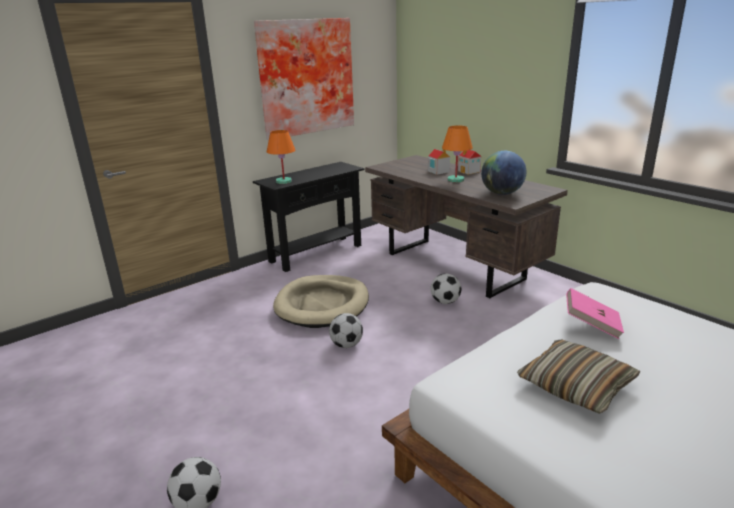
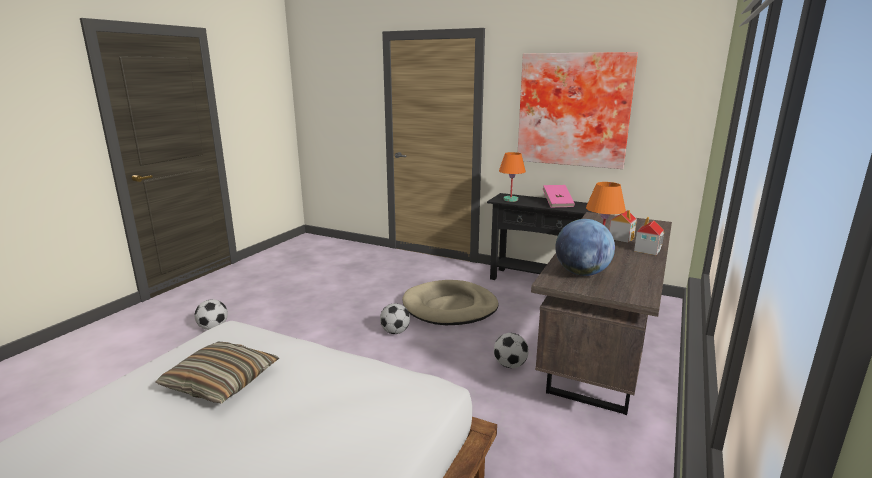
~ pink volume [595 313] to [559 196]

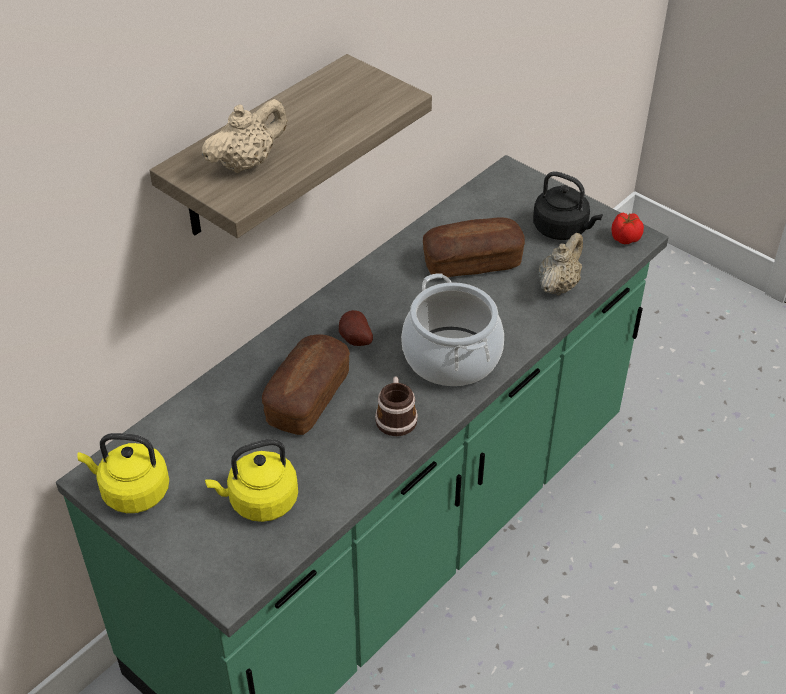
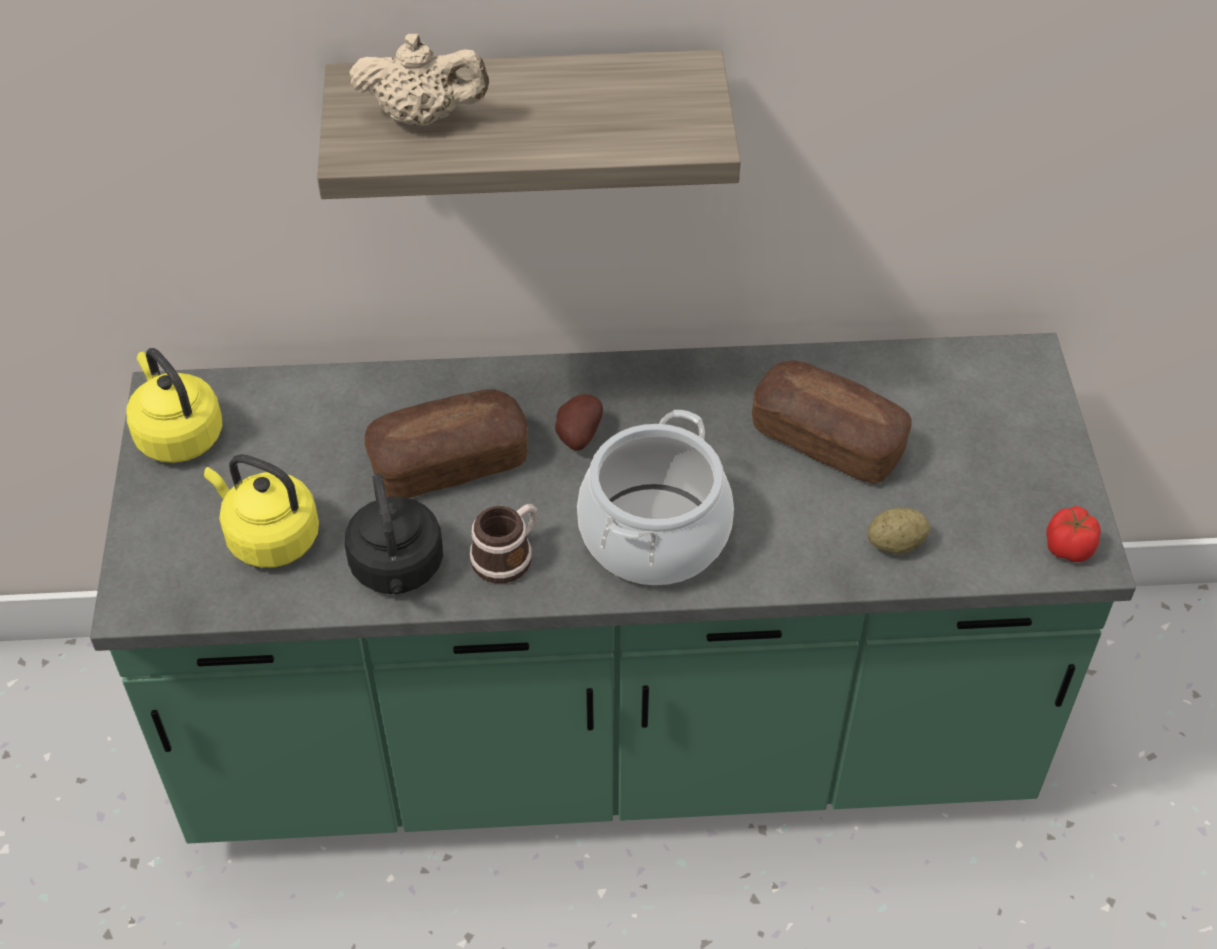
~ black-coloured tea kettle [568 205] to [394 533]
~ beige tea pot [560 264] to spud [899 530]

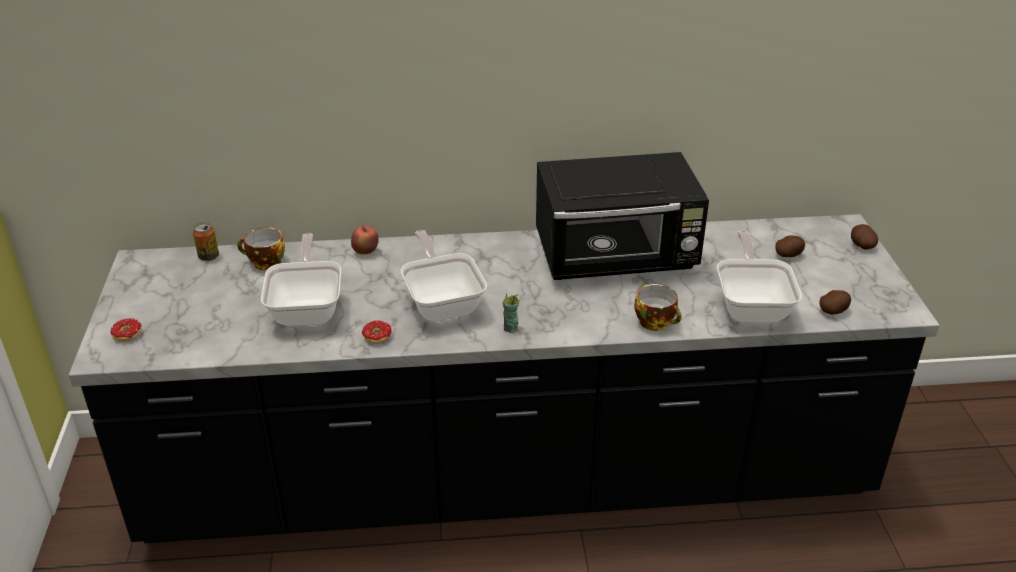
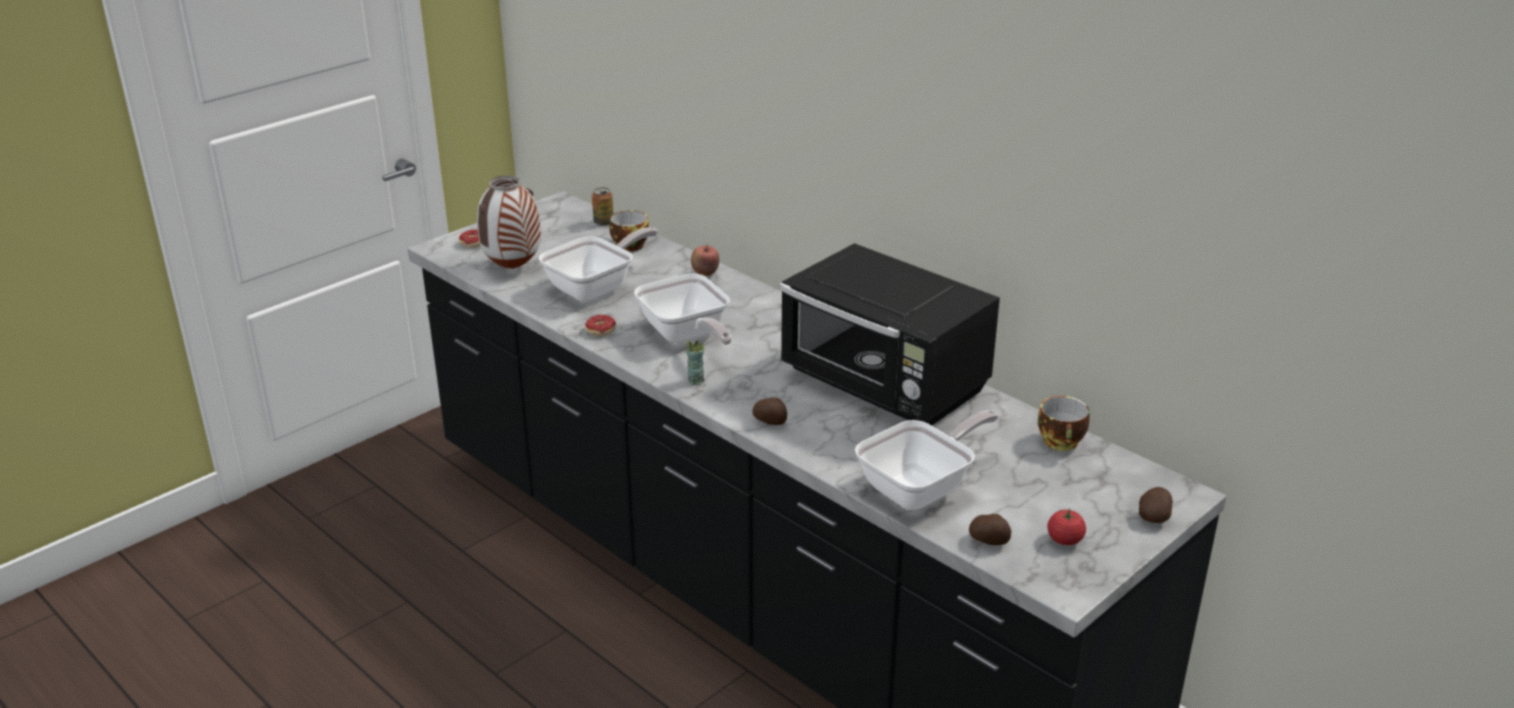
+ vase [509 222]
~ pan [444 276] = [683 309] 120 degrees clockwise
~ spud [790 246] to [769 411]
~ small cup [658 307] to [1064 423]
+ whole tomato [1066 526]

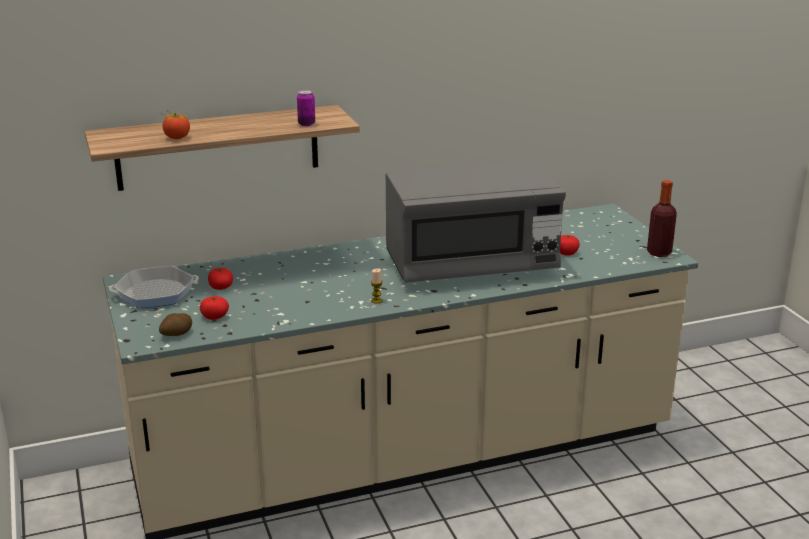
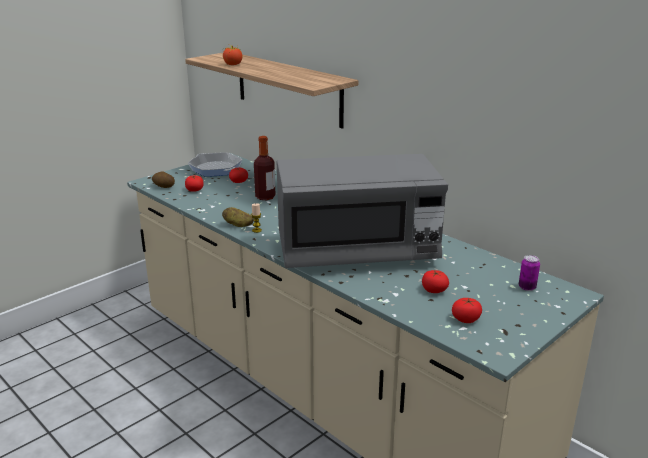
+ spud [238 217]
~ bottle [662 218] to [265 168]
~ greyish microwave oven [476 222] = [362 211] 60 degrees counterclockwise
+ whole tomato [467 310]
~ metal can [306 108] to [529 273]

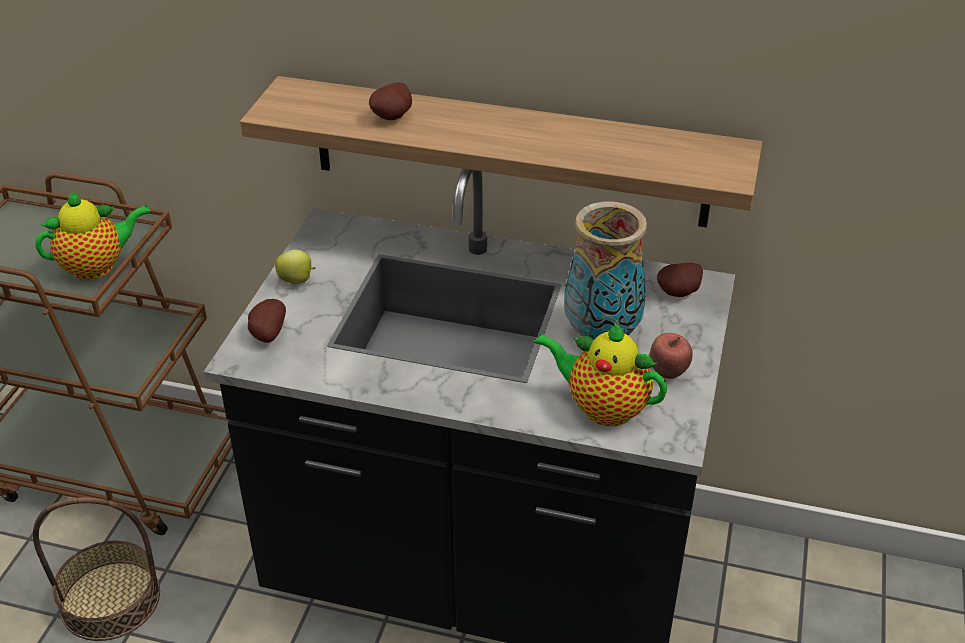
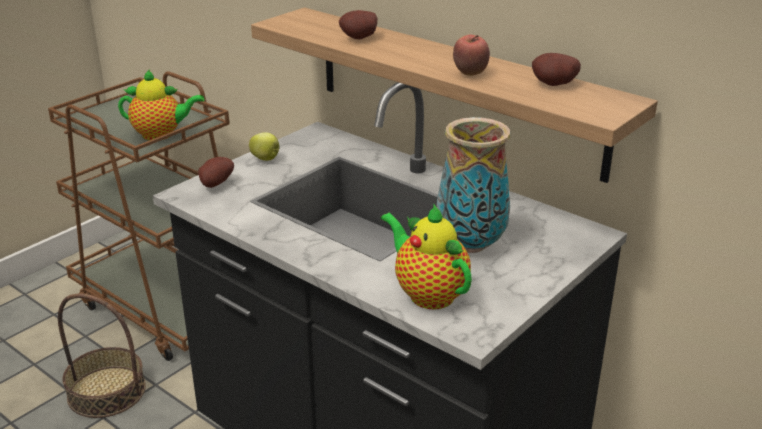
~ whole apple [670 356] to [471 55]
~ spud [680 280] to [556 69]

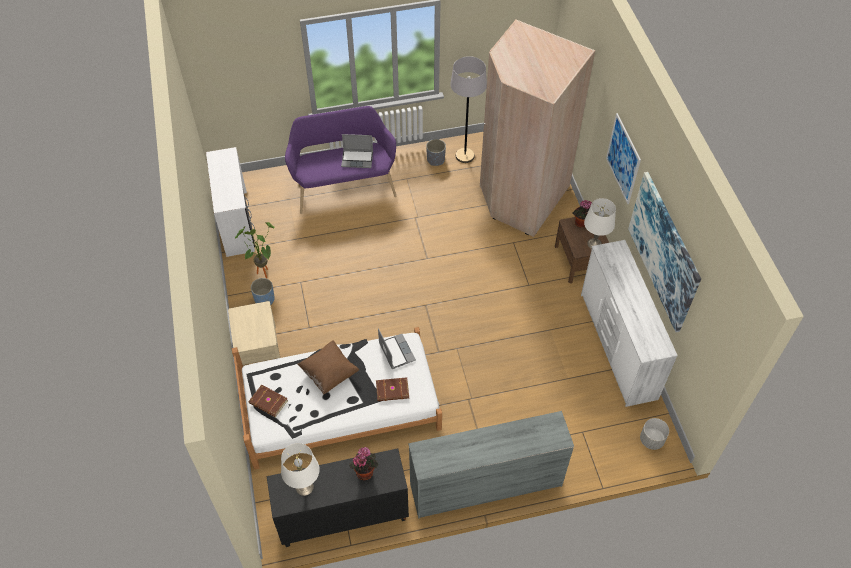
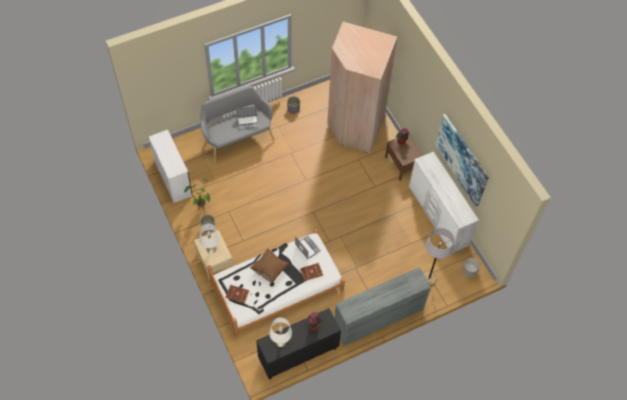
~ white-coloured tabletop lamp [600 223] to [209 239]
~ purple long seat [341 160] to greyish long seat [237 125]
~ greyish standing lamp [468 109] to [439 257]
- wall picture [623 158]

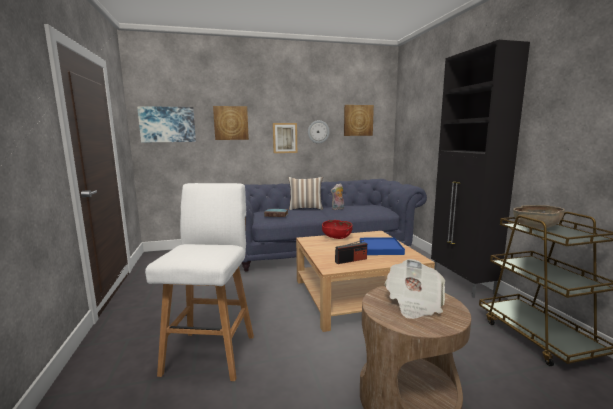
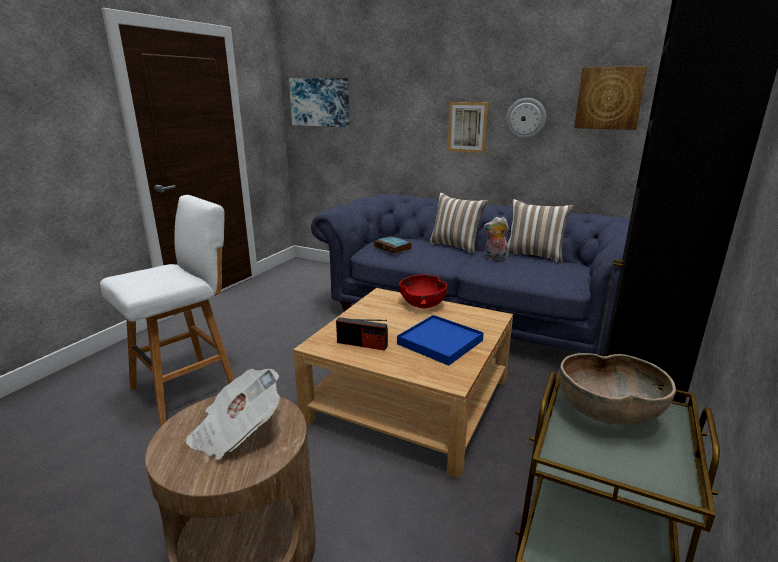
+ cushion [540 231]
- wall picture [231 123]

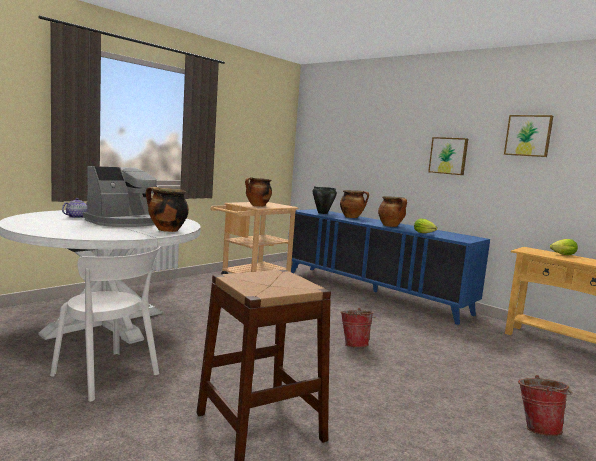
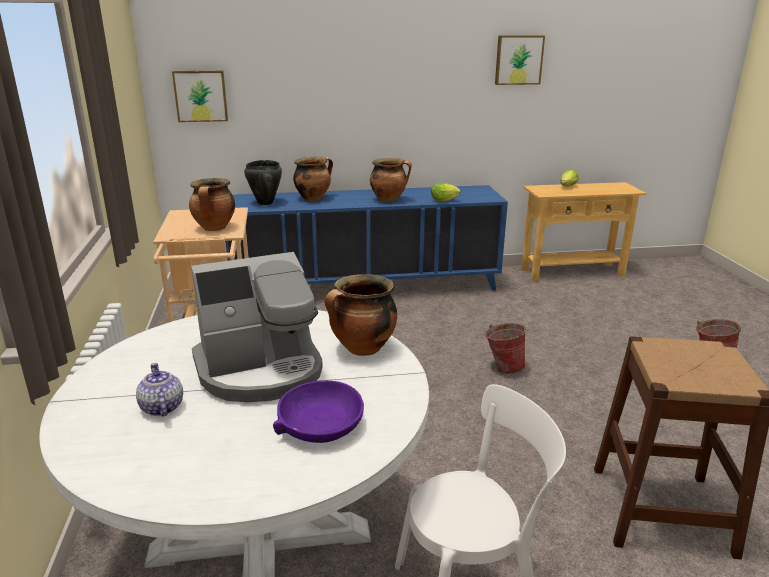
~ wall picture [448 156] to [200 96]
~ coffee machine [120 196] = [257 327] 75 degrees clockwise
+ purple serving bowl [318 412]

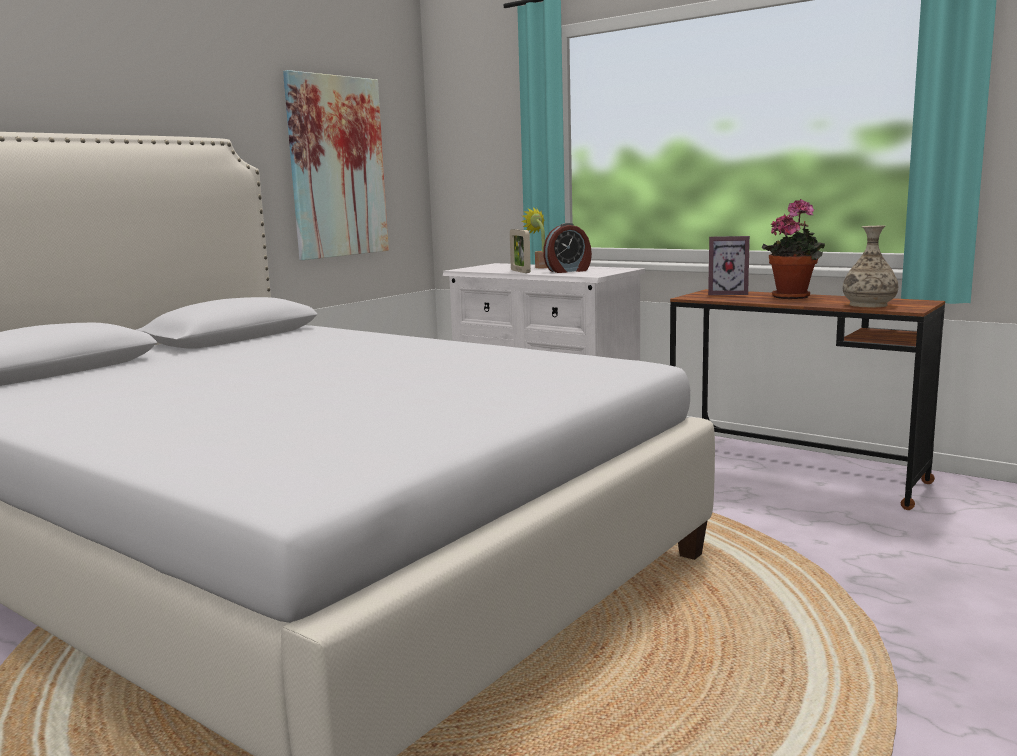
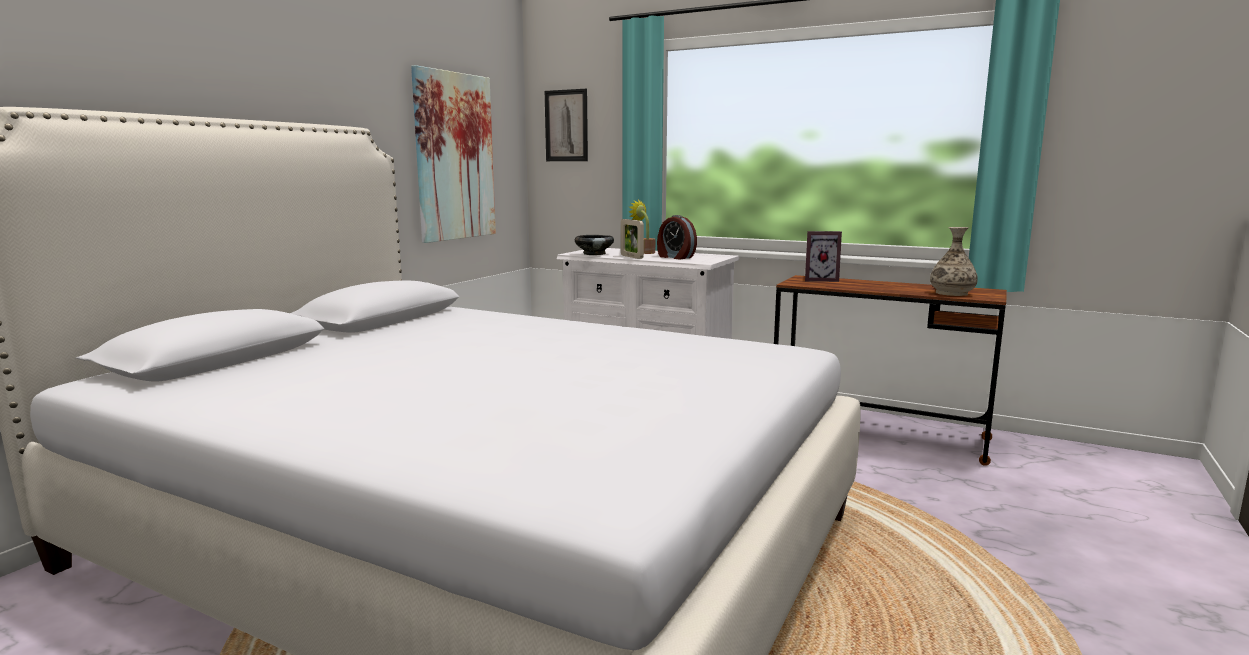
+ wall picture [566 125]
+ black-coloured serving bowl [594 245]
~ alarm clock [567 248] = [677 237] 75 degrees clockwise
- houseplant [793 249]

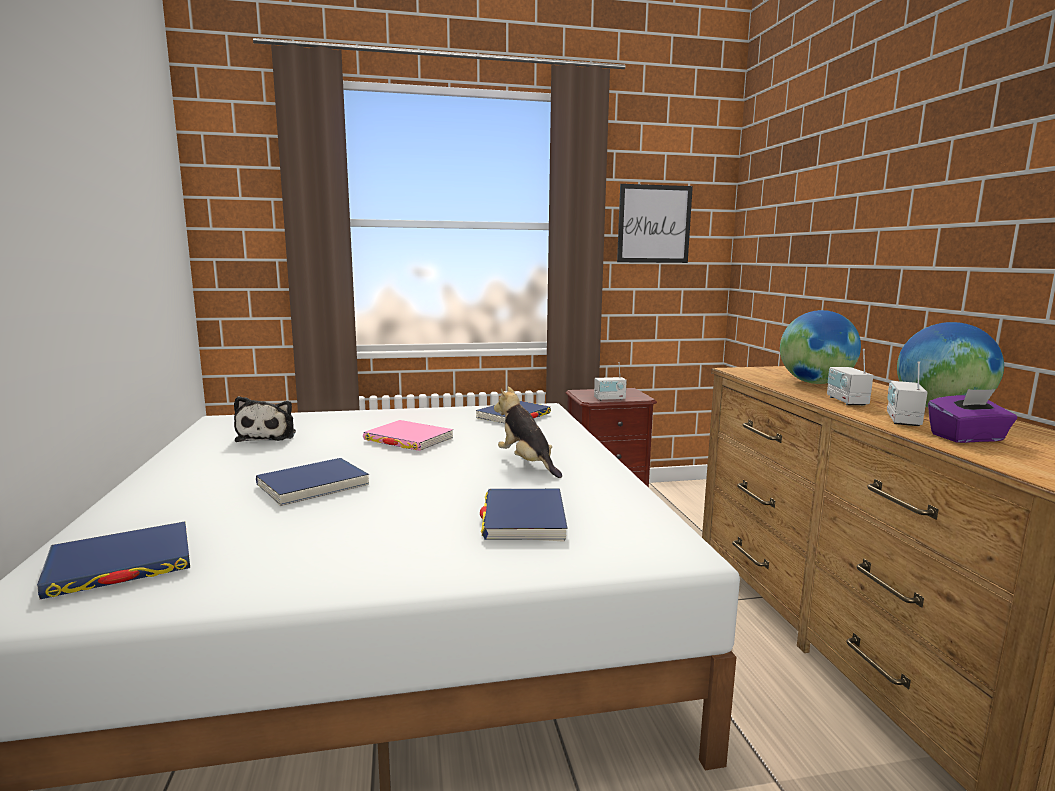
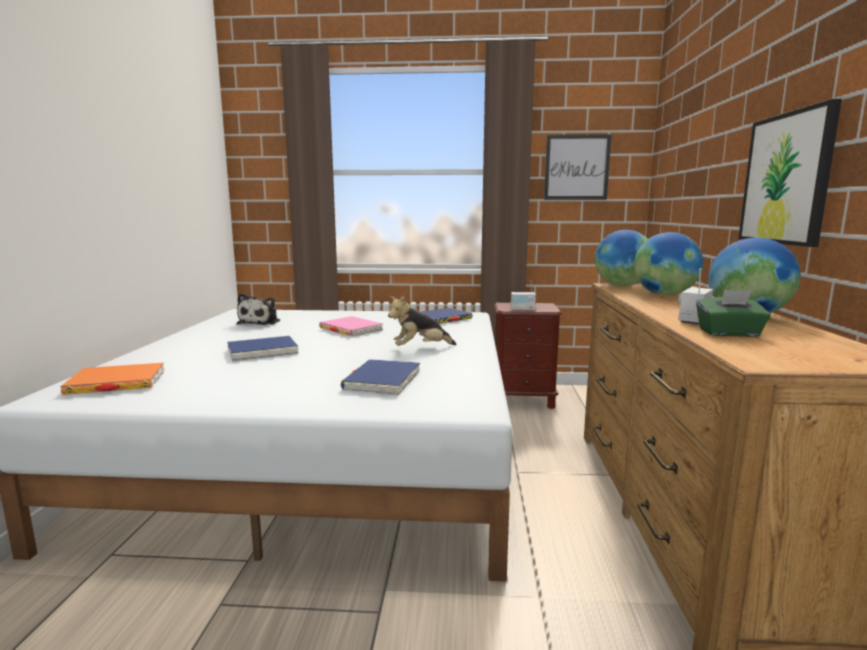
~ bluish volume [113 560] to orange volume [112 379]
~ soft toy [528 432] = [422 321] 90 degrees counterclockwise
+ globe [621 258]
~ purple tissue holder [972 416] to green-coloured tissue holder [733 313]
+ wall picture [790 173]
- radio receiver [850 377]

